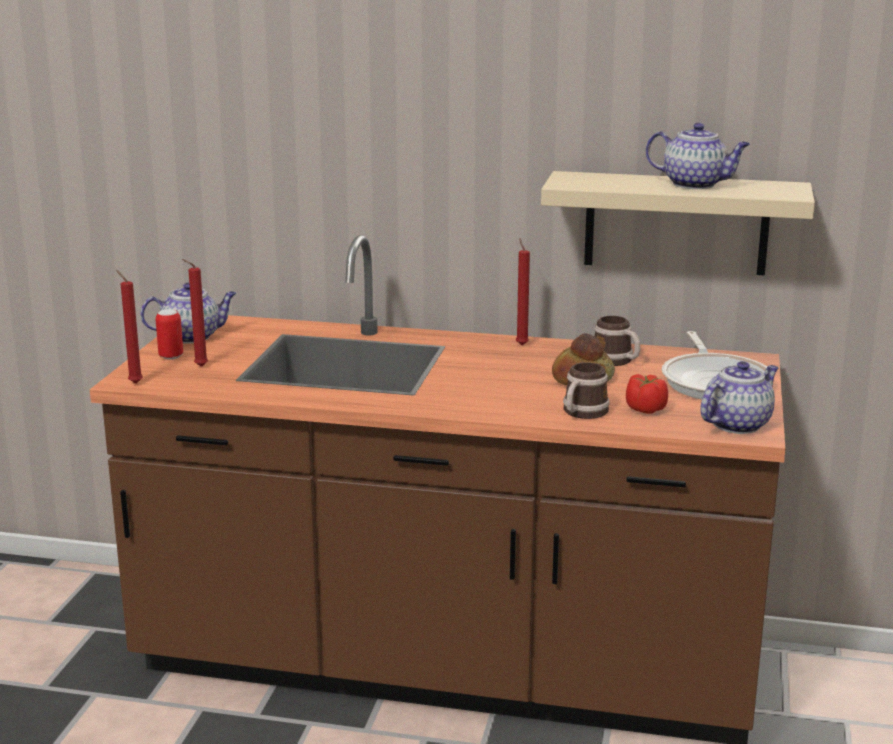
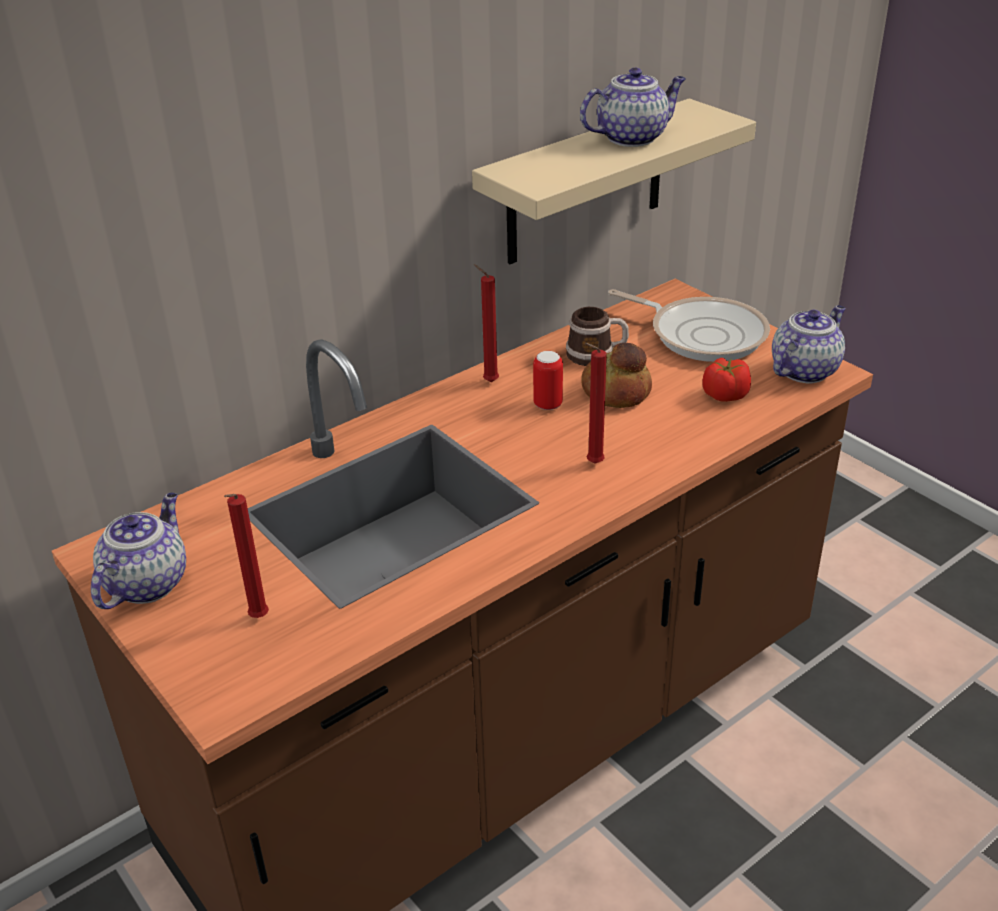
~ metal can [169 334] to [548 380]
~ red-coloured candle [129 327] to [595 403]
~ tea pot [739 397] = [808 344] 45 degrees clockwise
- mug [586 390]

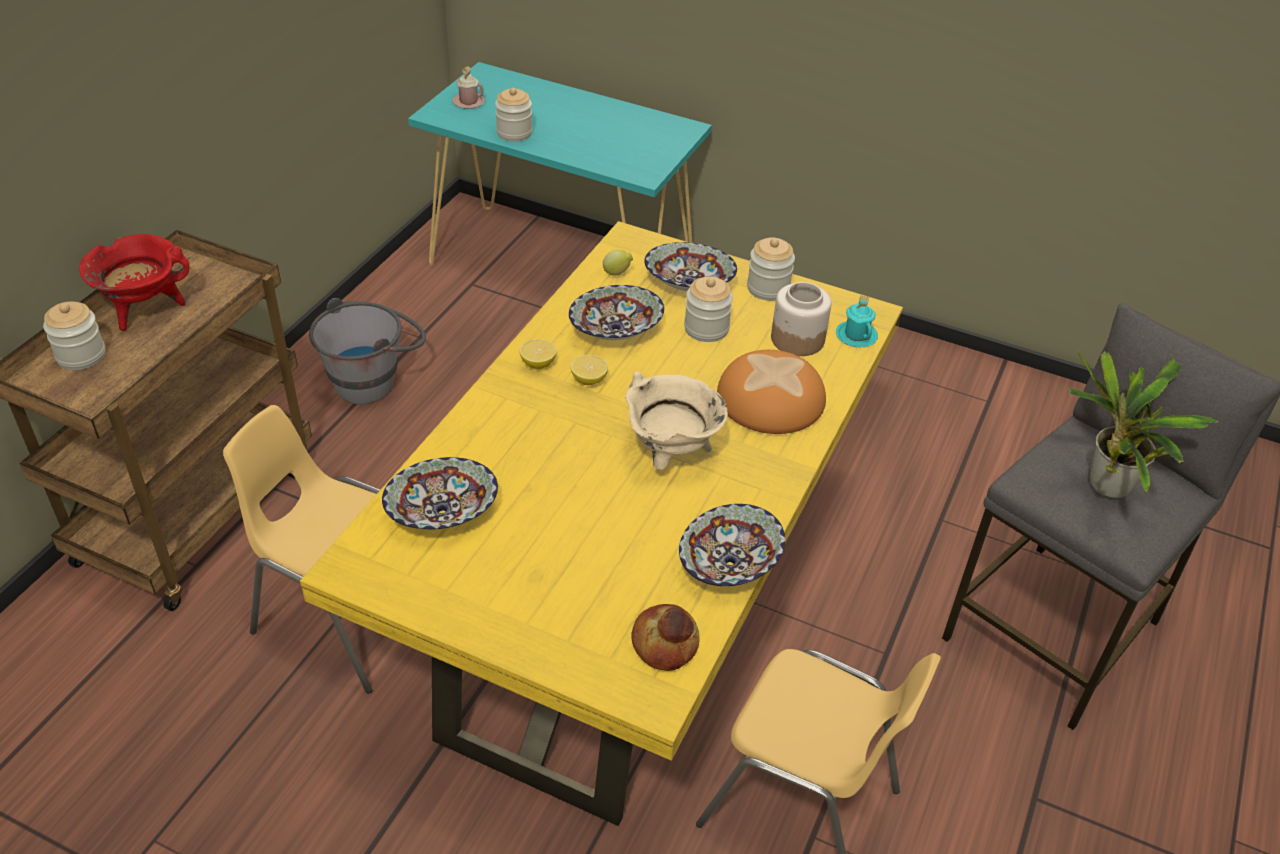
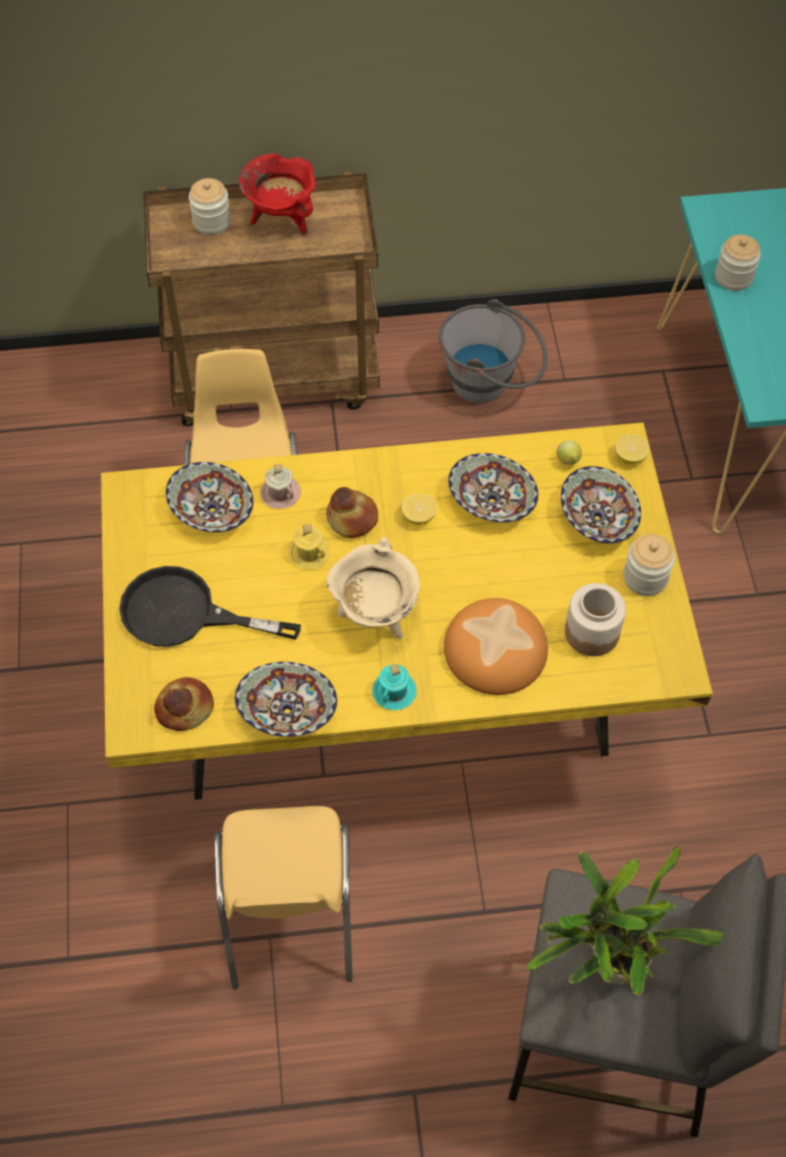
+ black-coloured pan [210 606]
~ pink mug [468 87] to [280 486]
+ yellowish mug [309 546]
+ baked bread [352 512]
~ blue-green mug [857 321] to [394 687]
~ lemon [538 354] to [632 449]
- jar [708 309]

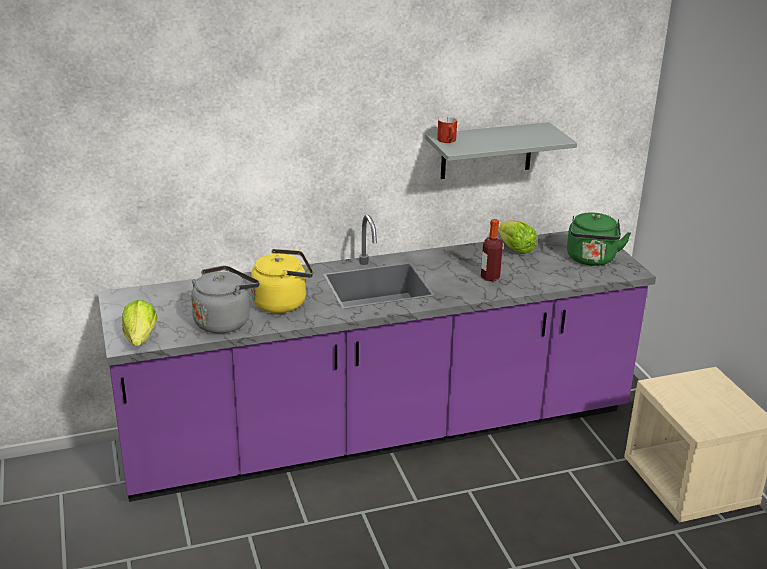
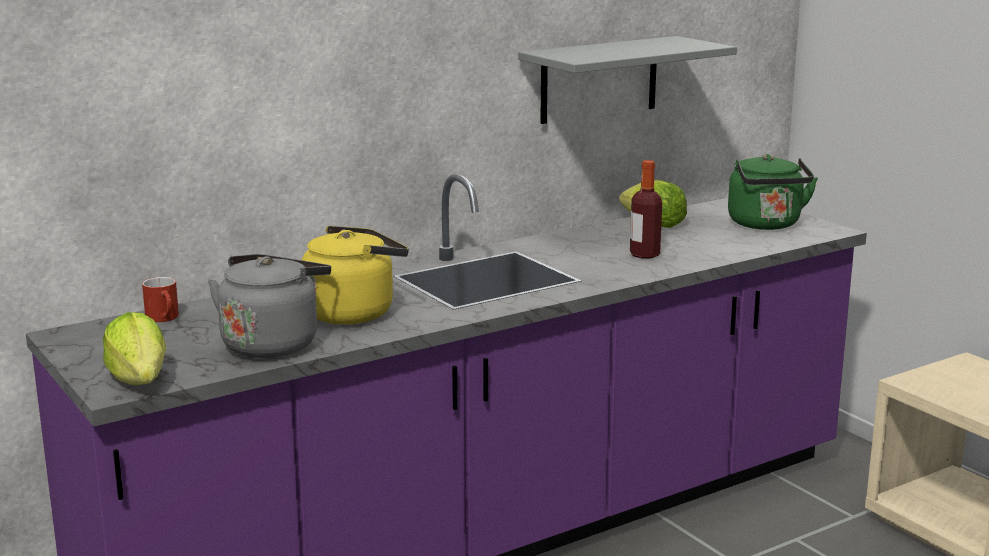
~ red-coloured mug [447 129] to [160 299]

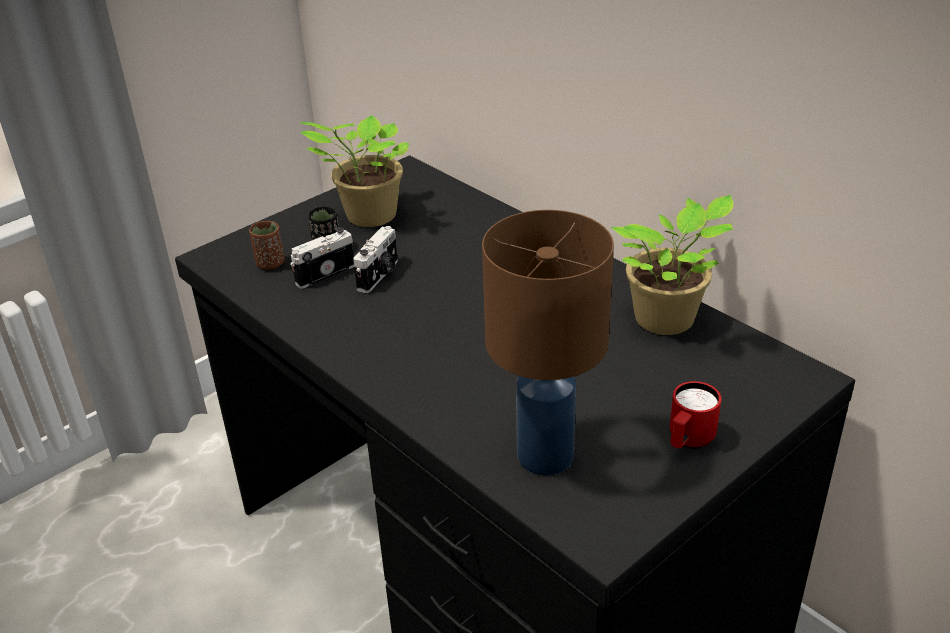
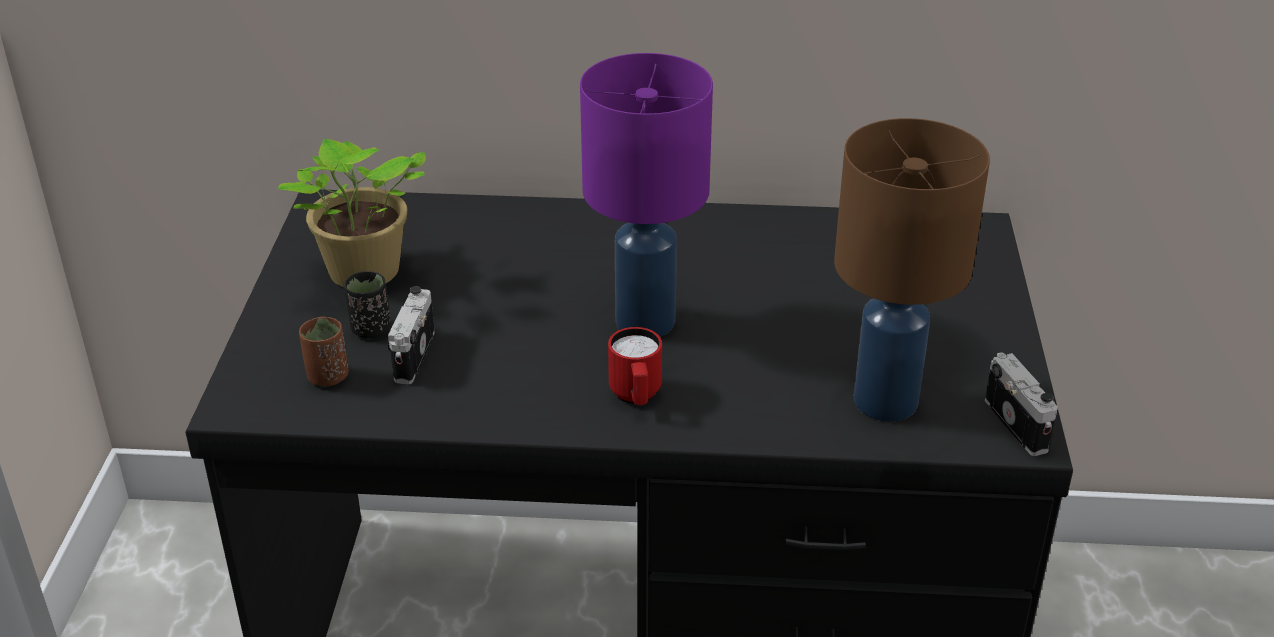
+ purple tabletop lamp [646 195]
~ red-coloured mug [695 415] to [635 366]
~ still camera [375 259] to [1021 404]
- houseplant [672 265]

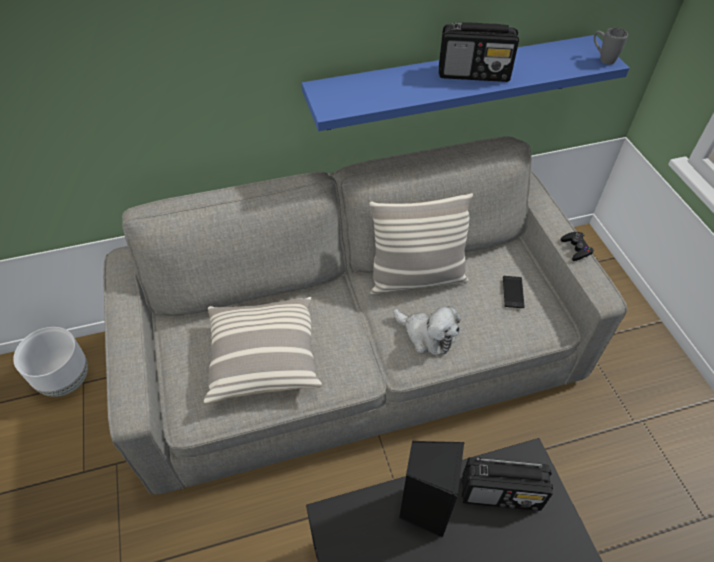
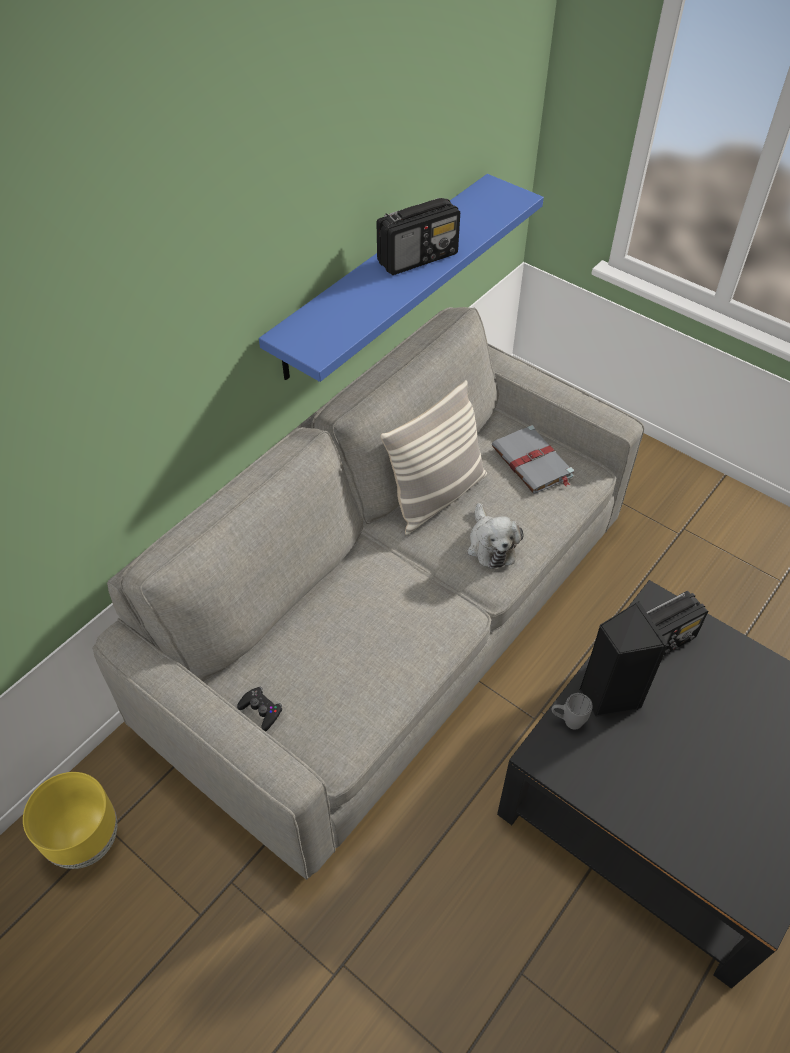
~ white-coloured plant pot [50 362] to yellowish plant pot [70 820]
~ black-coloured gamepad [577 246] to [259 709]
~ soft toy [427 330] = [495 536] 75 degrees clockwise
~ telephone [513 292] to greyish volume [533 459]
~ greyish mug [611 46] to [572 711]
- cushion [263 350]

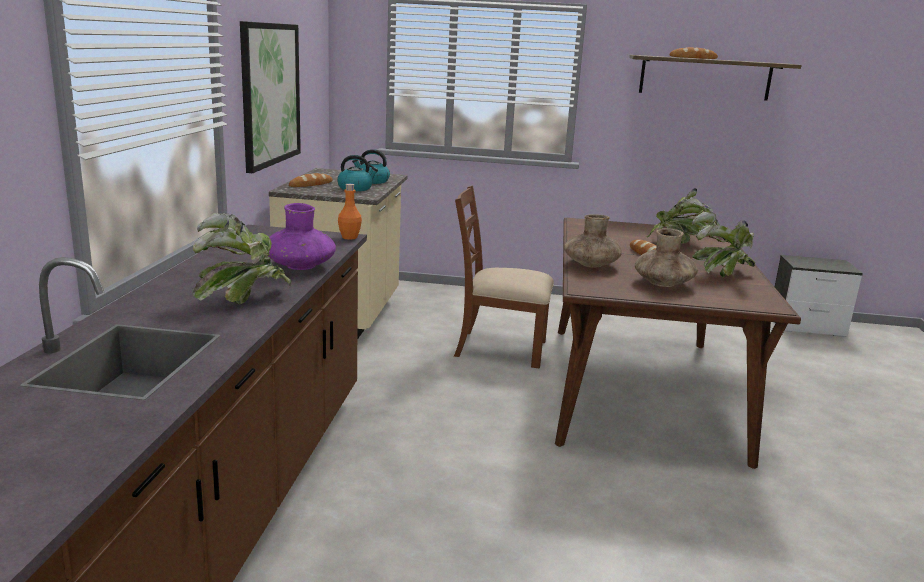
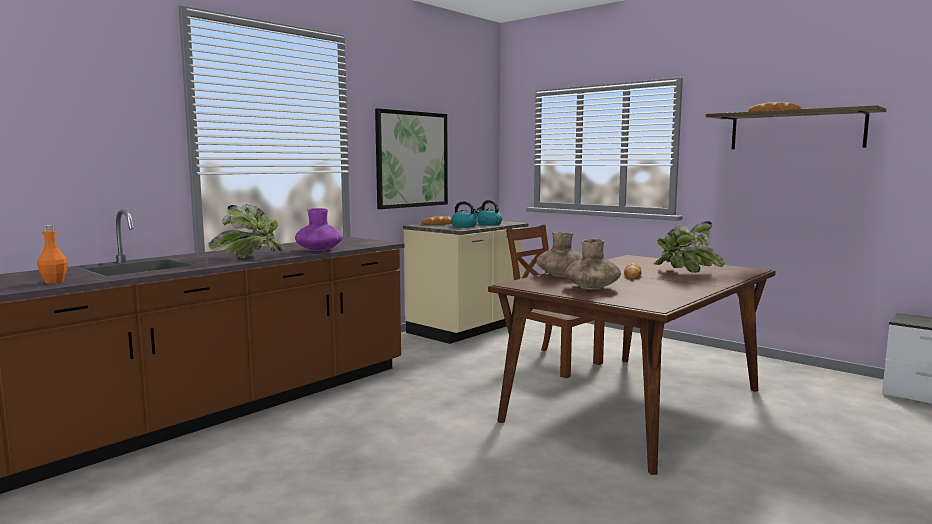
~ orange bottle [350 212] to [52 254]
- houseplant [723 244]

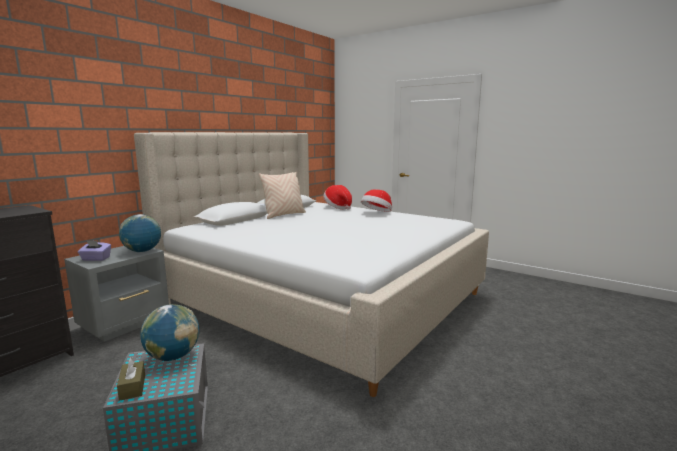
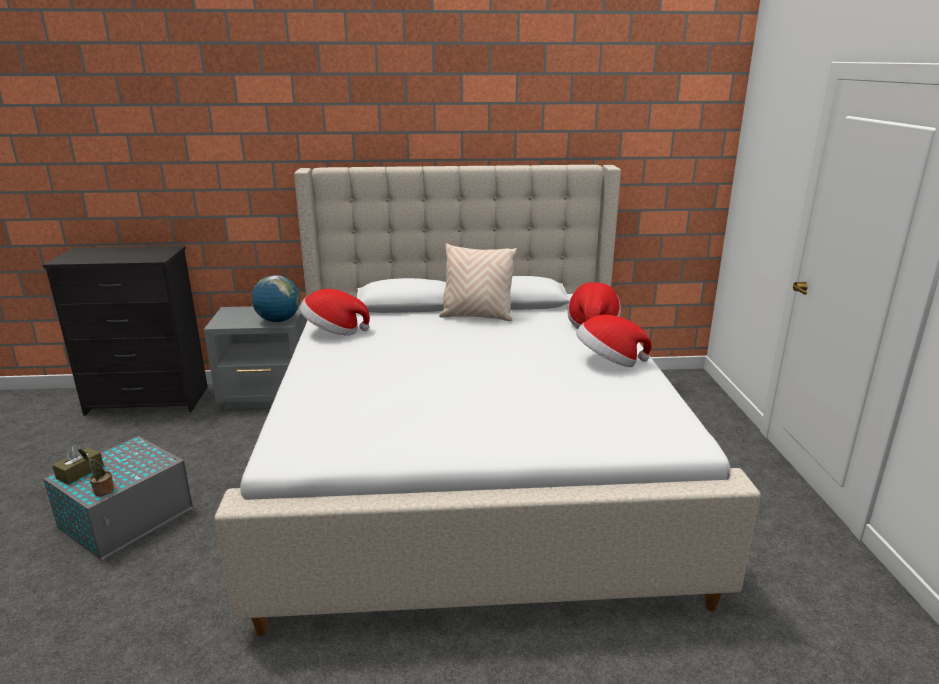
+ houseplant [96 472]
+ hat [335 312]
- purple tissue holder [94 250]
- globe [169 332]

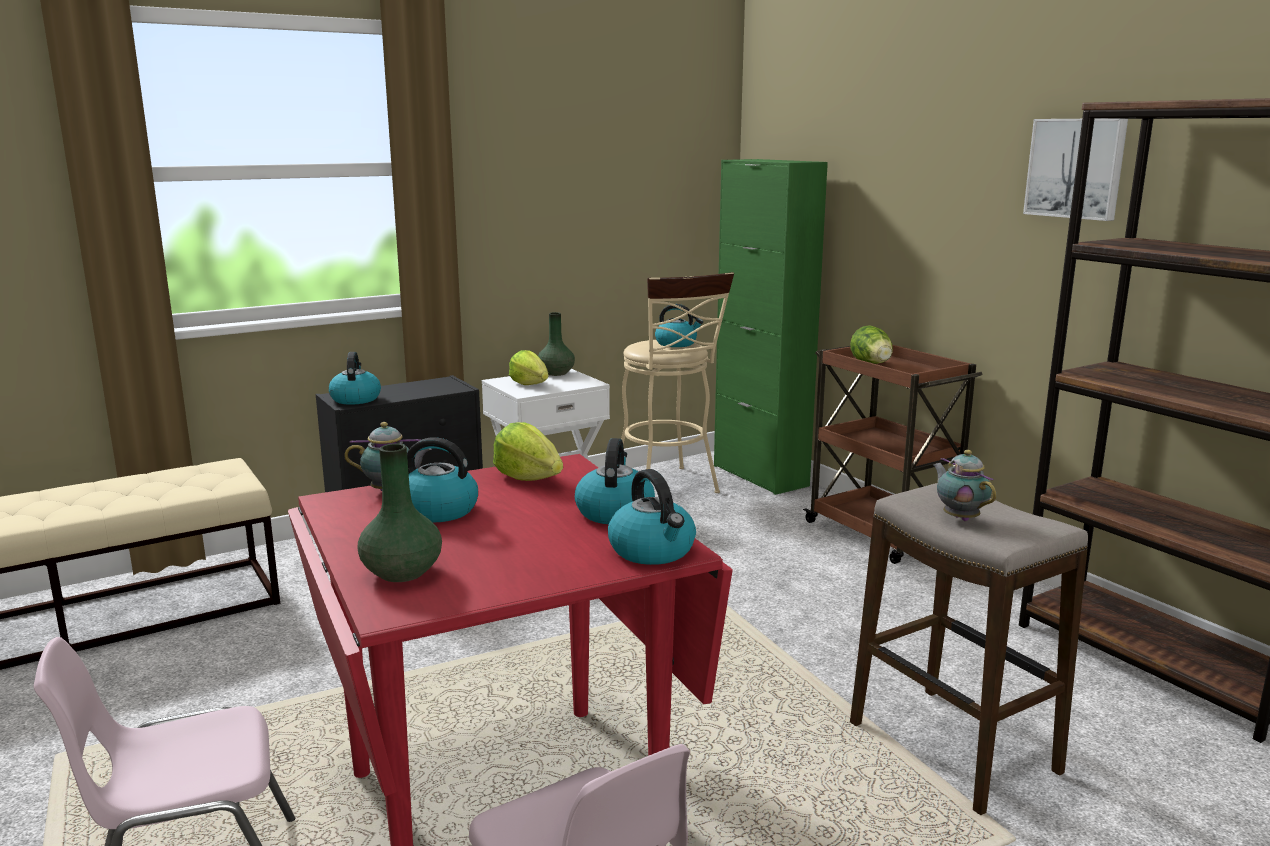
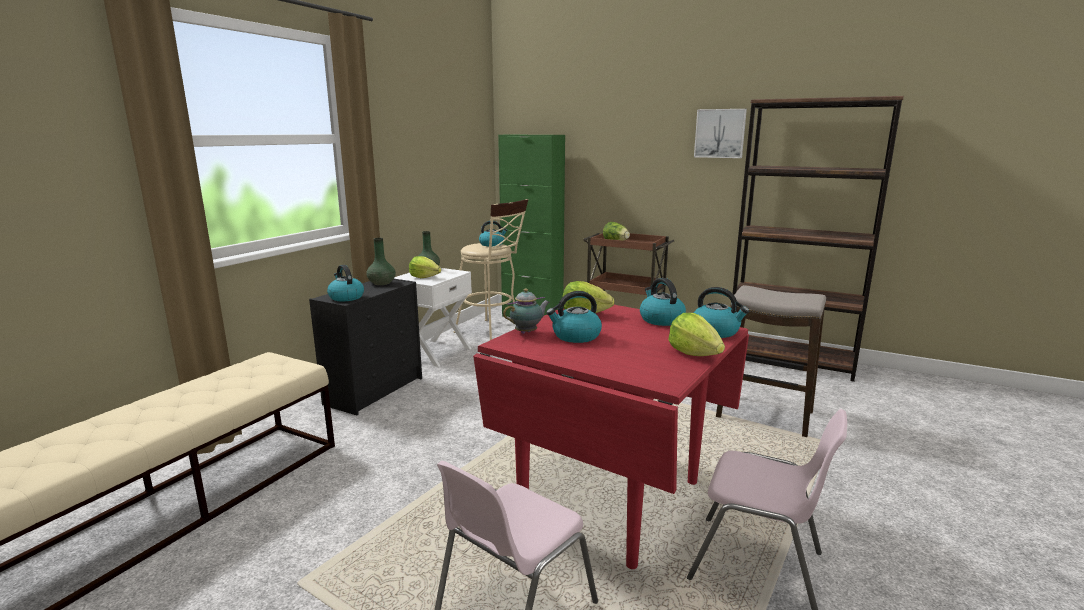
~ green-coloured vase [400 512] to [381 261]
+ head of lettuce [697 334]
- tea pot [964 485]

